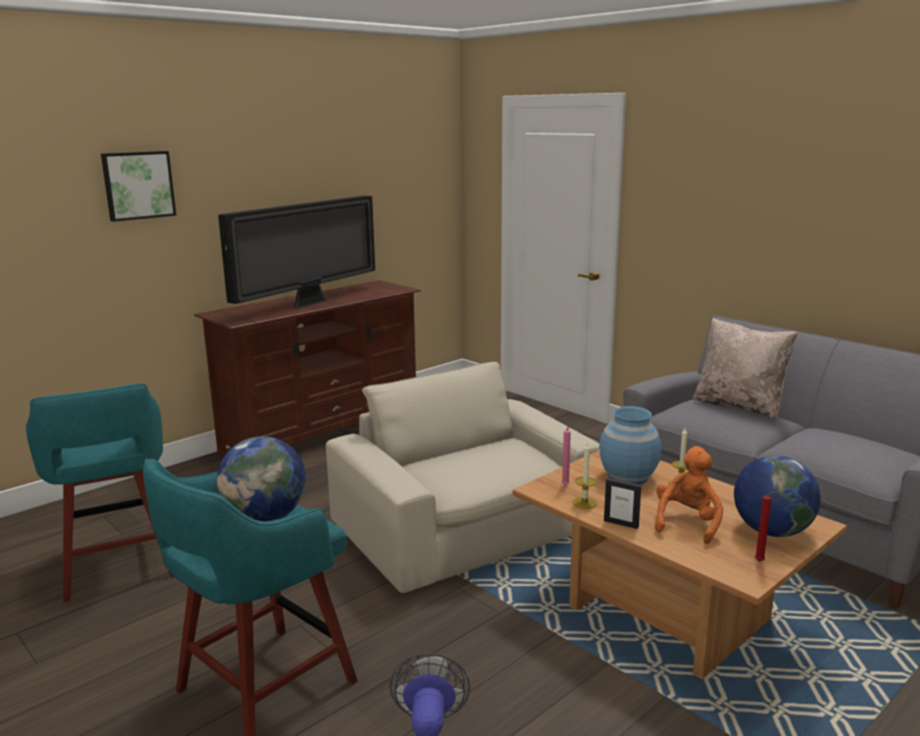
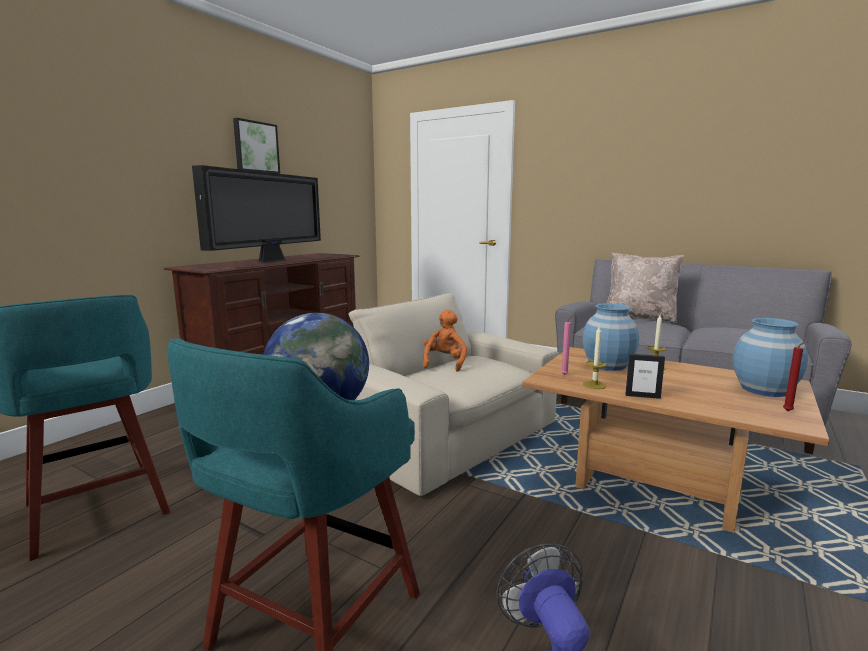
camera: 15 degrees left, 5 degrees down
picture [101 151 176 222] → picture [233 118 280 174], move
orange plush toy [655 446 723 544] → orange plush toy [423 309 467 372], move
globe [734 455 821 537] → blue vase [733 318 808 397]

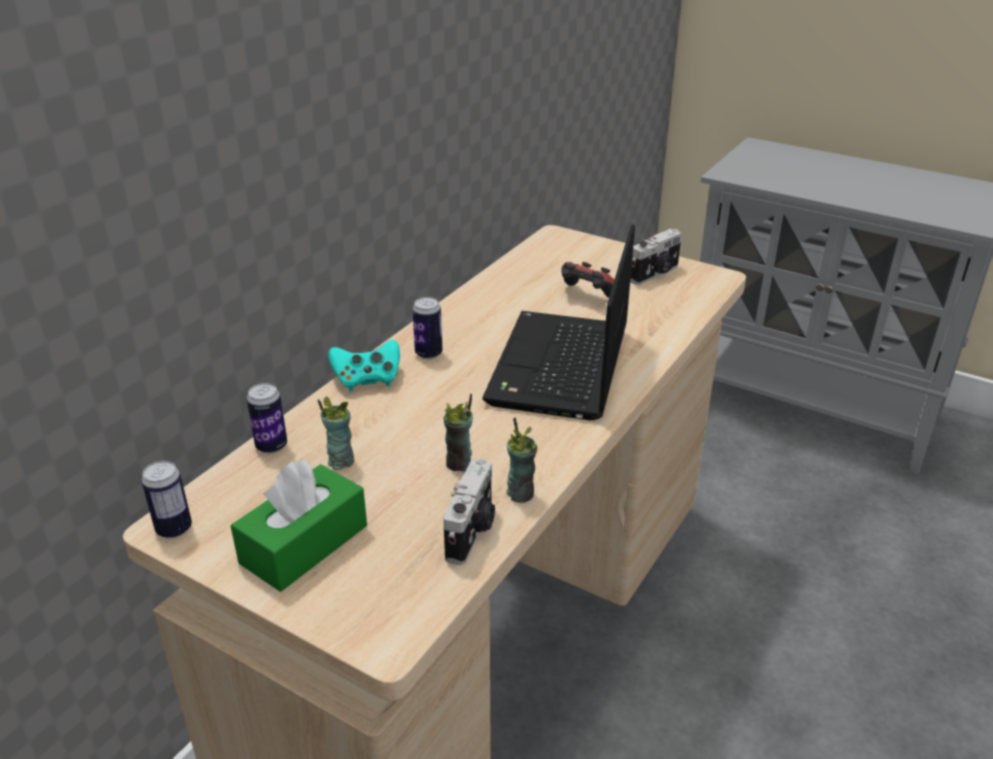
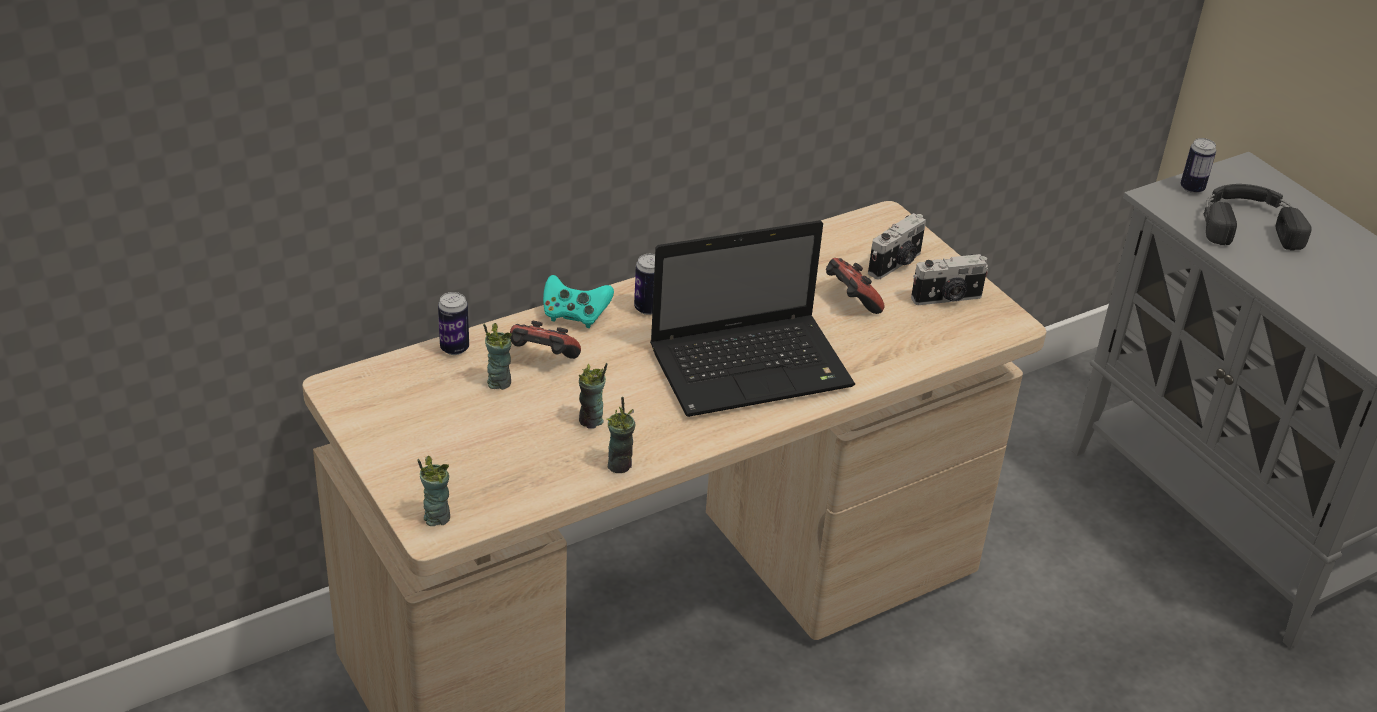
camera: 25 degrees right, 5 degrees up
- → cup [417 456 450 526]
- → game controller [510 321 581 359]
laptop [482 224 635 420] → laptop [650 220 855 417], 150 degrees counterclockwise
photo camera [443 458 495 565] → photo camera [868 213 926 279], move
can [141 461 192 538] → can [1181 138 1216 194], move
- → black headphones [1204 184 1312 251]
green tissue box [231 460 367 592] → -

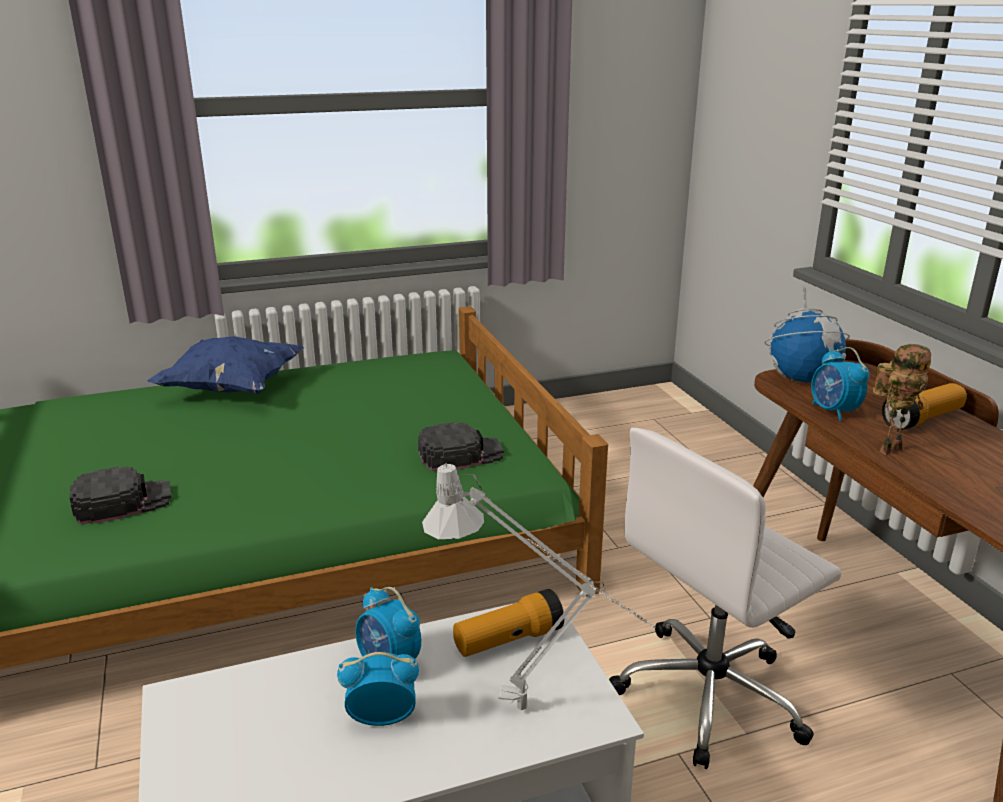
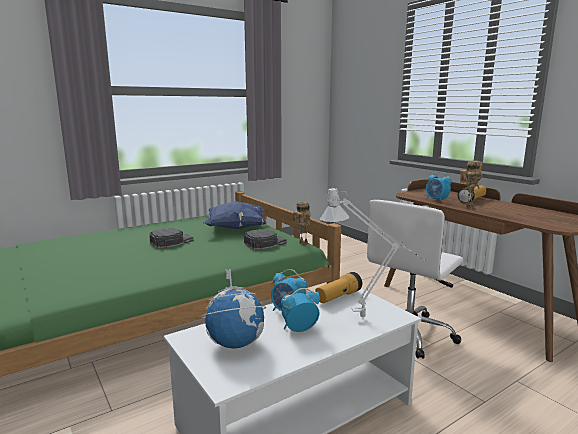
camera: 15 degrees left, 10 degrees down
black cap [69 466 172 525] → black cap [150 228 193 248], move
globe [764 286 850 383] → globe [200 269 266 349], move
blue pillow [148 336 304 394] → blue pillow [203 201 268 229], move
- → toy robot [293 202 314 245]

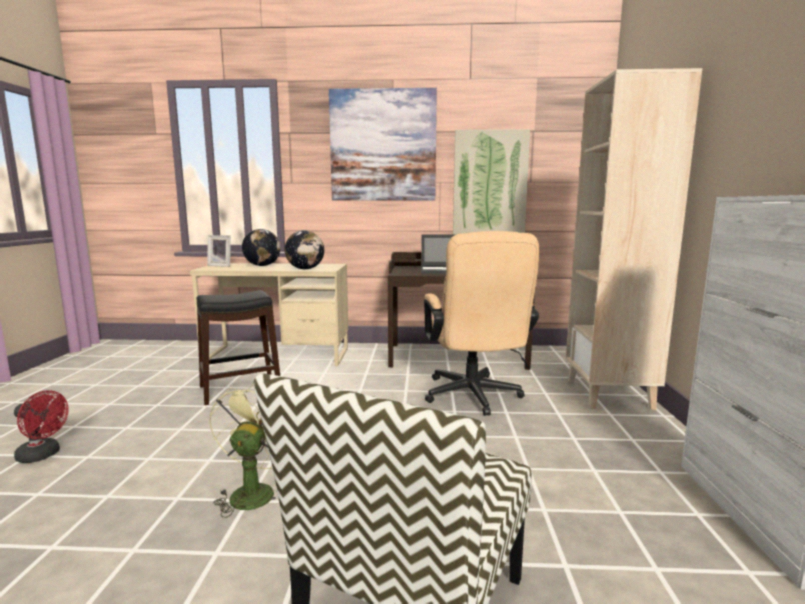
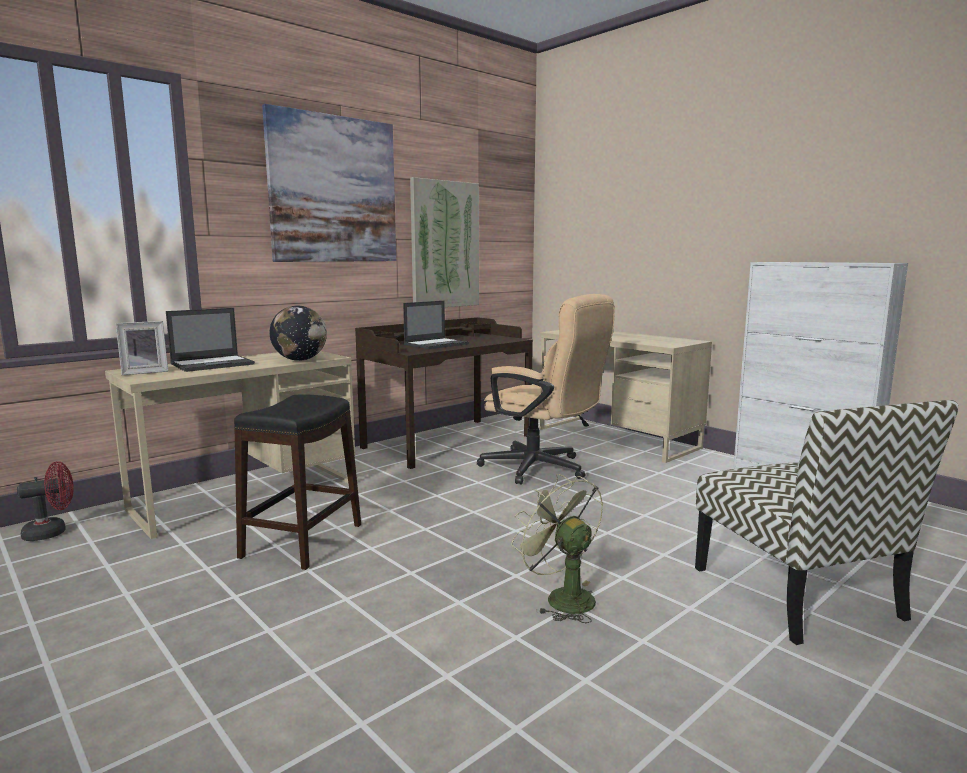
camera: 45 degrees left, 0 degrees up
red fan [14 390 69 463] → red fan [17 461 74 541], move
globe [242 229 280 266] → laptop [166 308 255 372]
beige bookcase [566 68 702 410] → beige desk [540 330 712 463]

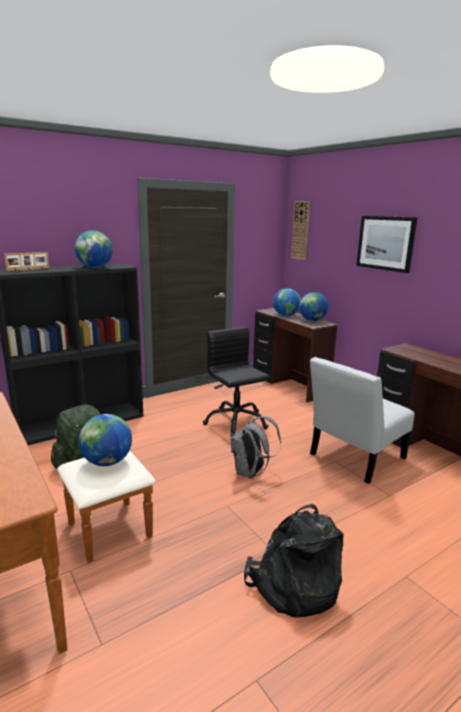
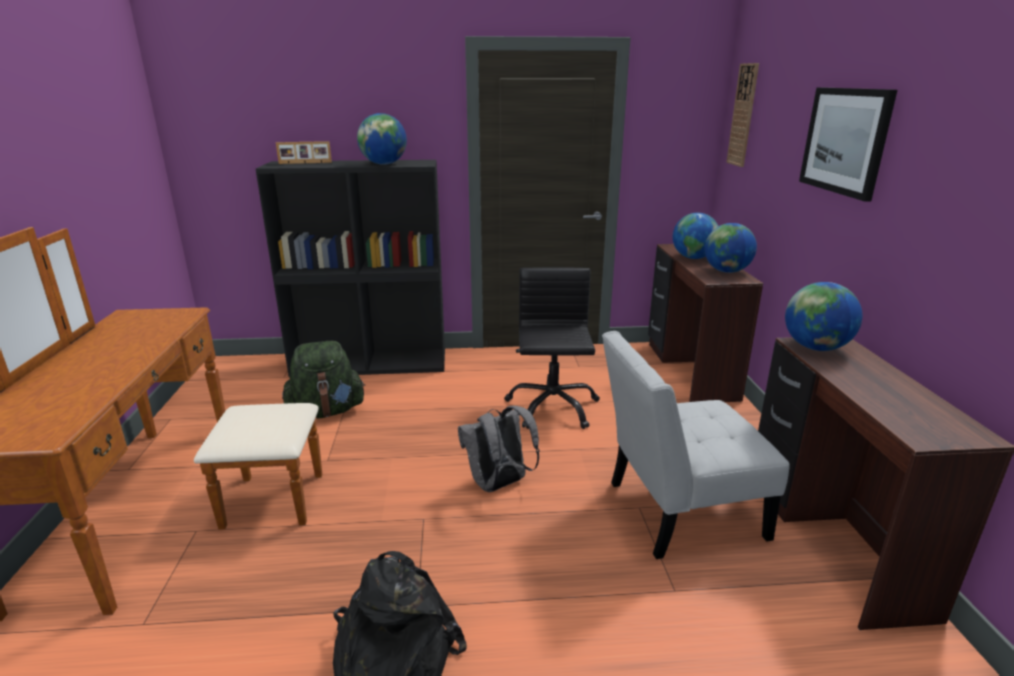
camera: 30 degrees right, 5 degrees up
globe [79 414 132 466] → globe [785 282 862 351], move

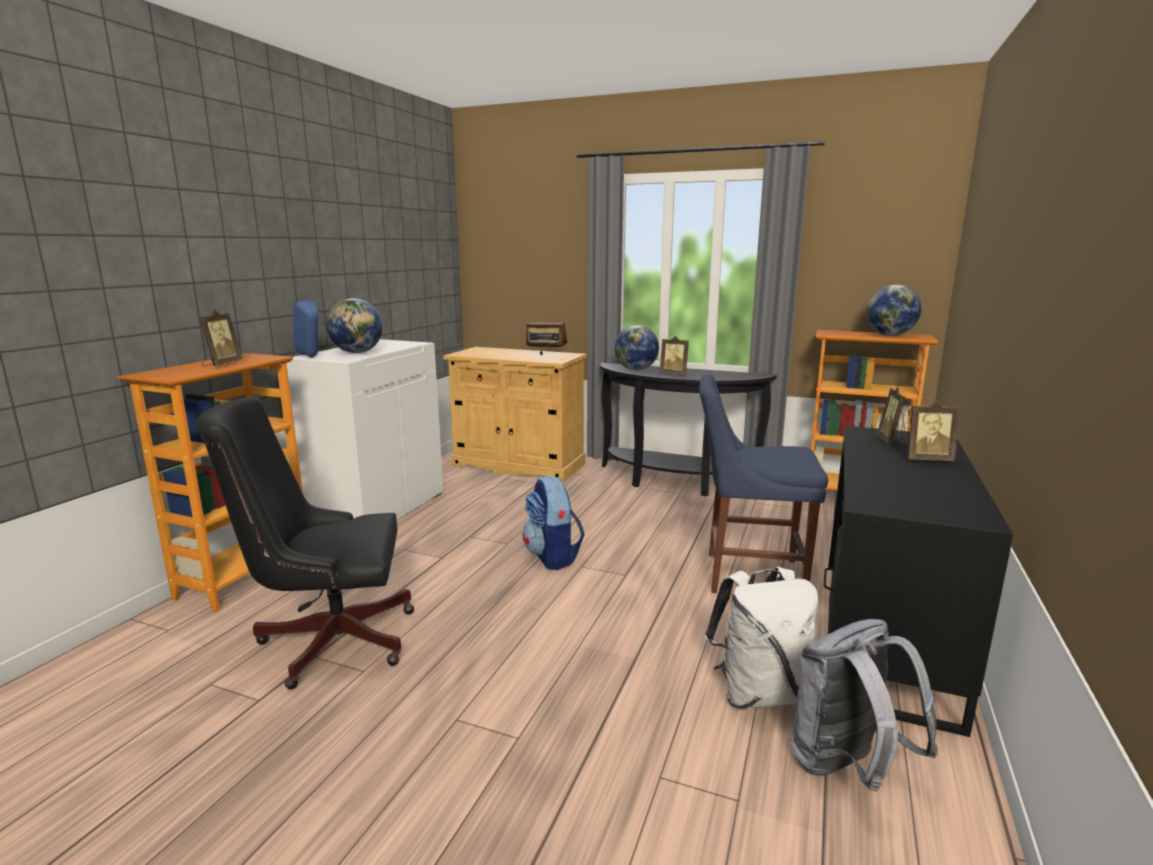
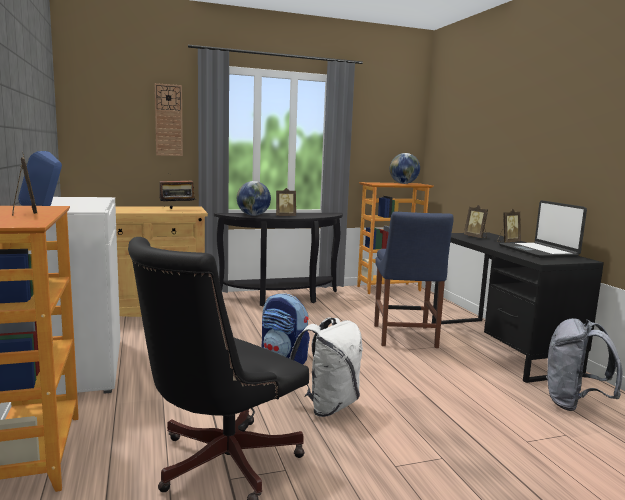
camera: 40 degrees left, 5 degrees down
- → wall clock [155 83 183 156]
white backpack [705 567 818 709] → white backpack [289 317 363 417], move
blue chair [699 374 828 593] → blue chair [374 211 454 348], 60 degrees counterclockwise
- → laptop [499 200 587 258]
globe [326 298 383 353] → -

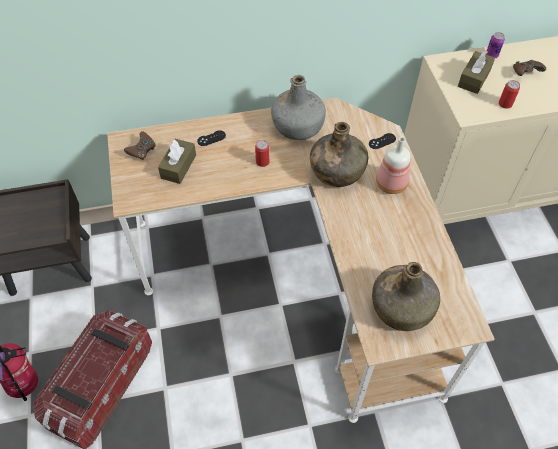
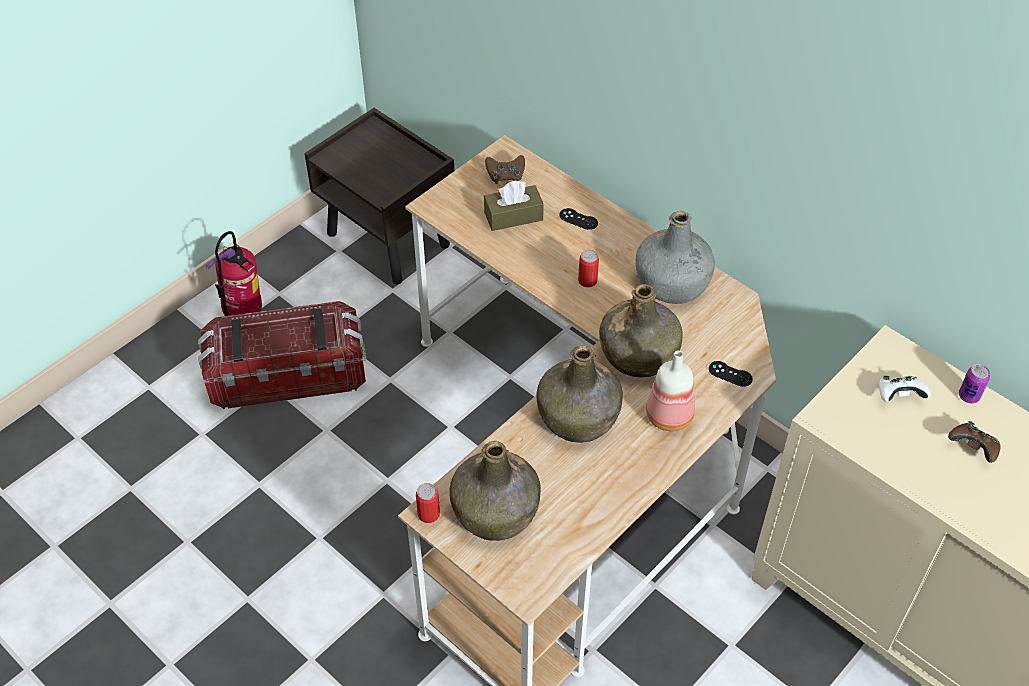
camera: 55 degrees right, 5 degrees down
can [499 80 520 109] → can [416 483 440 523], move
- → green bottle [536 345 623 443]
brown tissue box [458 50 495 94] → white game controller [879 376 931 402]

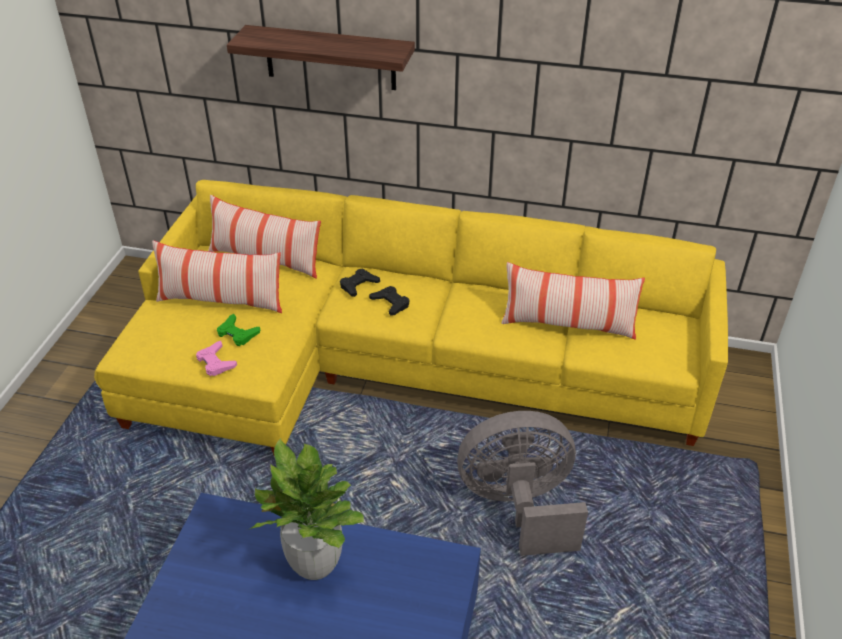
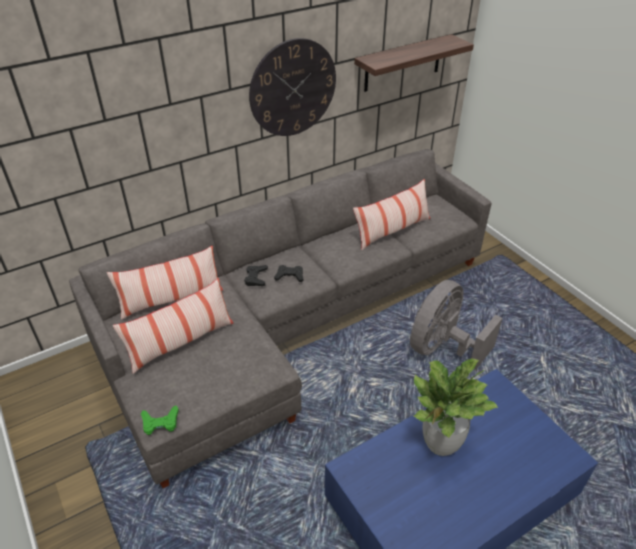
camera: 45 degrees left, 0 degrees up
yellow sofa [94 180 728 457] → grey sofa [69 149 492 488]
green game controller [217 314 260 346] → green game controller [141 405 179 435], move
- → wall clock [249 38 336 136]
shelf [227 25 415 90] → shelf [354 34 474 92], move
pink game controller [196 341 237 376] → -

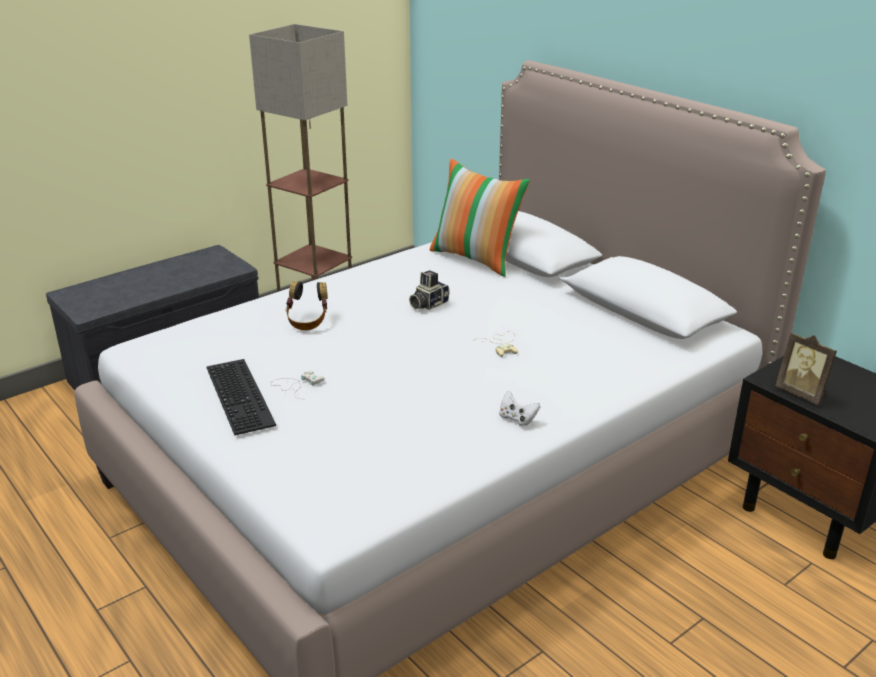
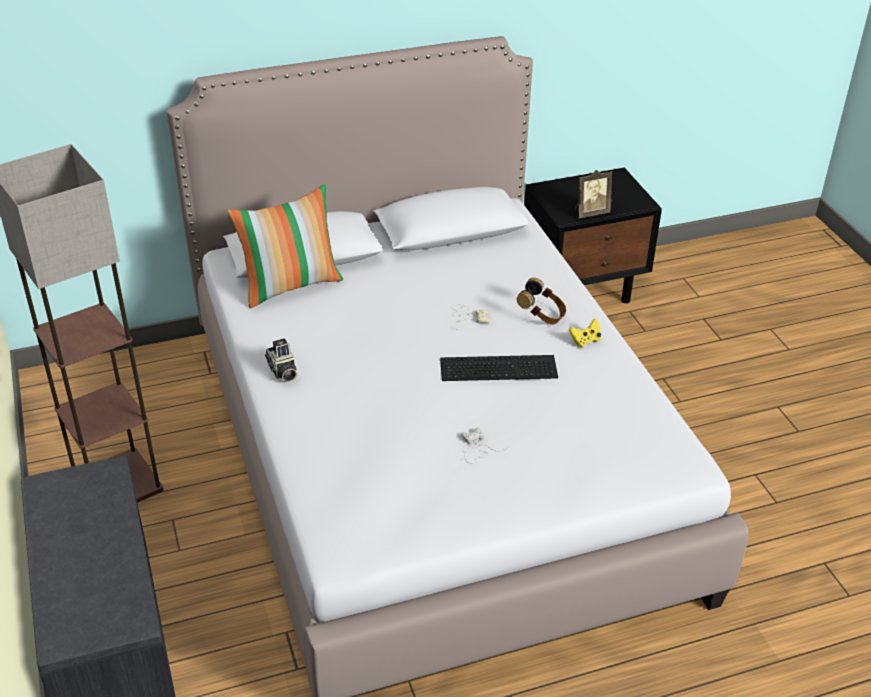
camera: 70 degrees left, 10 degrees up
photo camera [409 270 449 310] → photo camera [265 338 297 382], move
keyboard [206 359 276 436] → keyboard [440 355 558 381], move
headphones [286 281 328 330] → headphones [517 278 566 325], move
white game controller [499 391 540 427] → yellow game controller [569 319 601 347]

